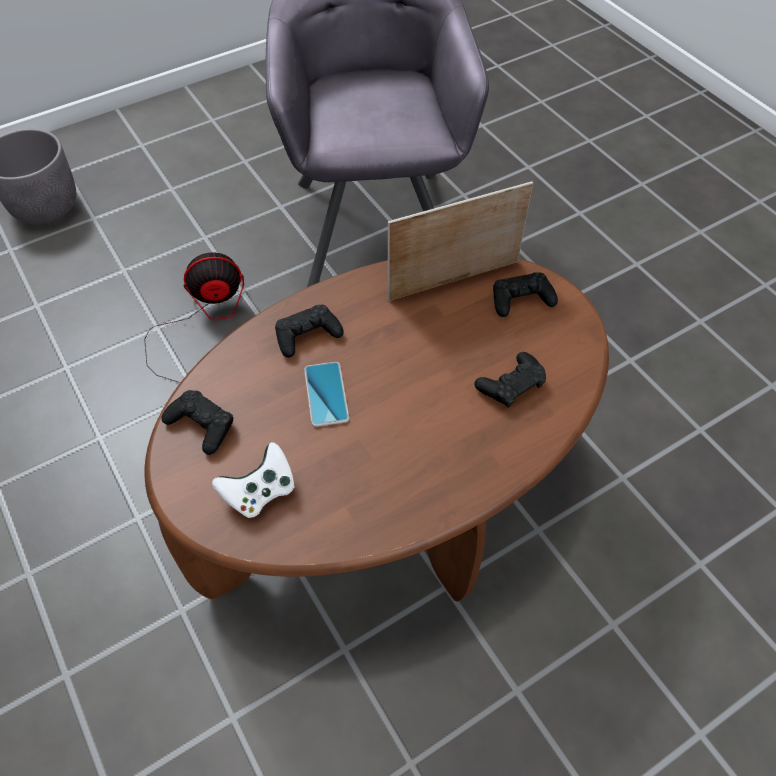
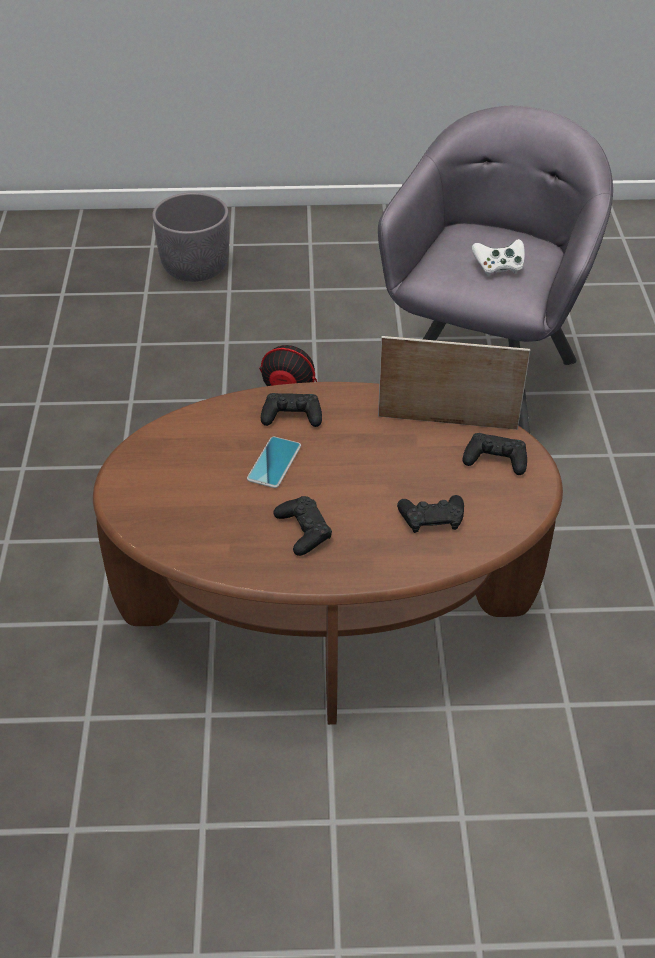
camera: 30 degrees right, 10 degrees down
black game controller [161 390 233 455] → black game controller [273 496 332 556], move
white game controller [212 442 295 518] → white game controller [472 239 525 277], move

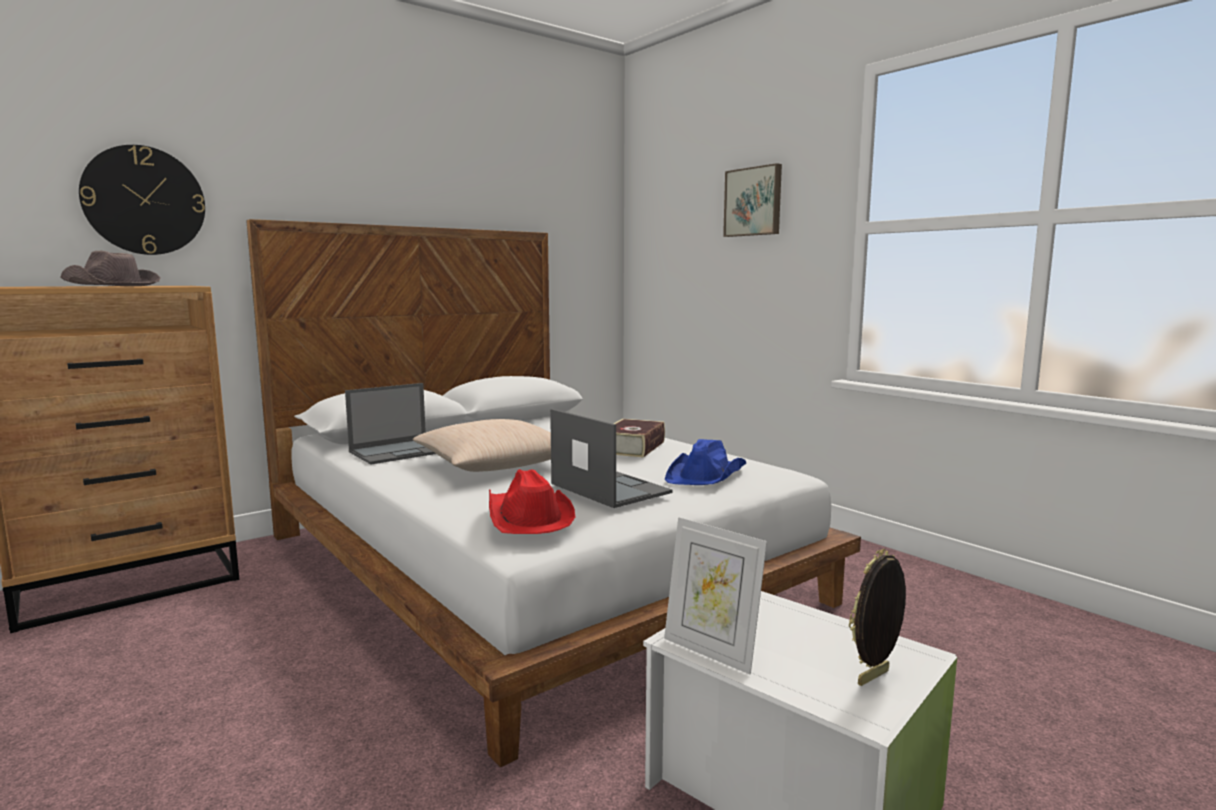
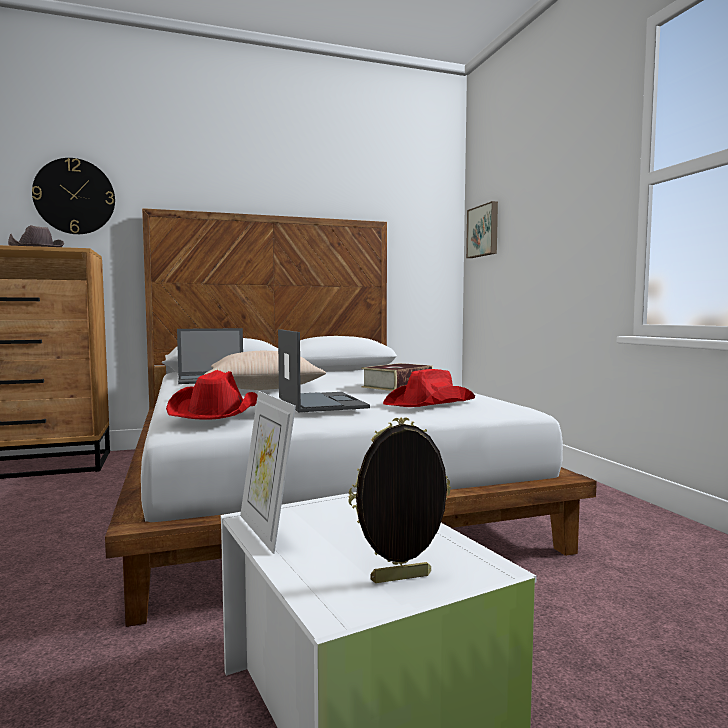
camera: 20 degrees right, 5 degrees down
blue hat [665 439 746 485] → red hat [383 369 475 407]
picture [723 163 782 237] → picture [466 201 498 258], move

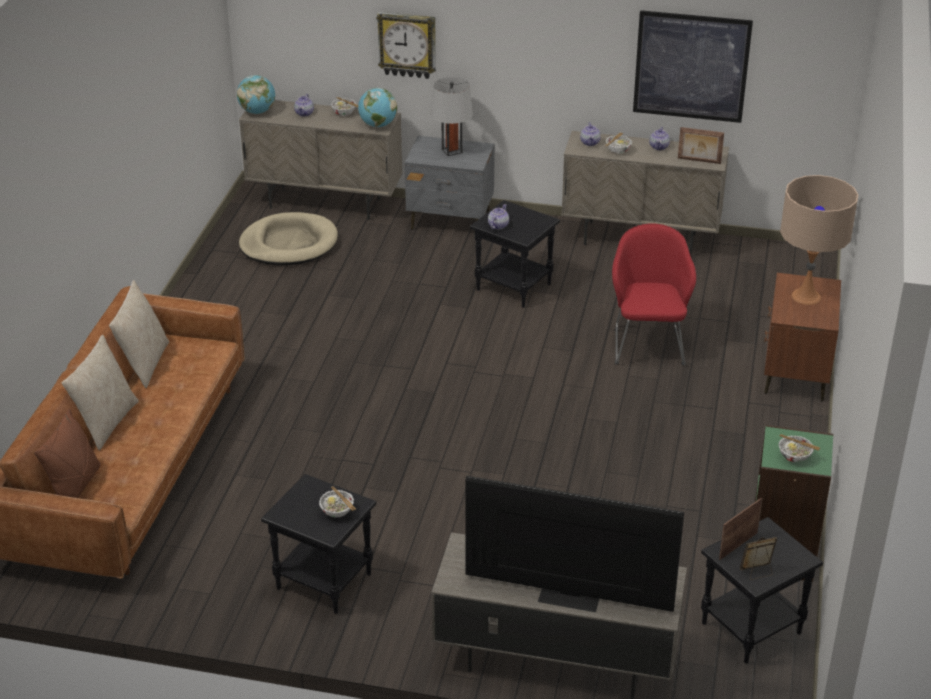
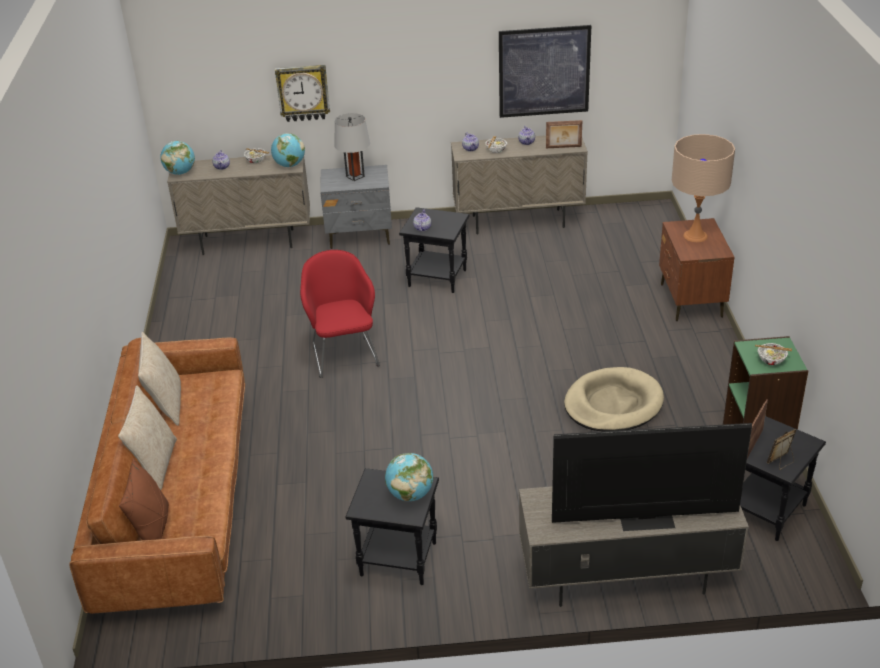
camera: 15 degrees left, 0 degrees up
red armchair [612 223 696 365] → red armchair [300 250 380 378], move
bowl [319 486 356 517] → globe [385 453 433 501]
beige dog bed [239 212 338 266] → beige dog bed [564 367 664 432], move

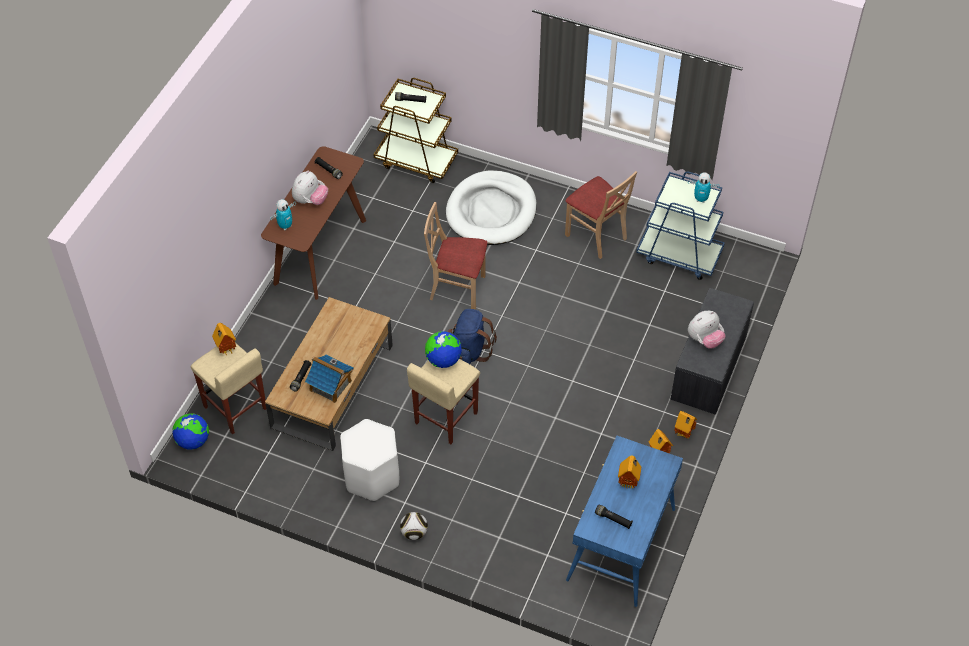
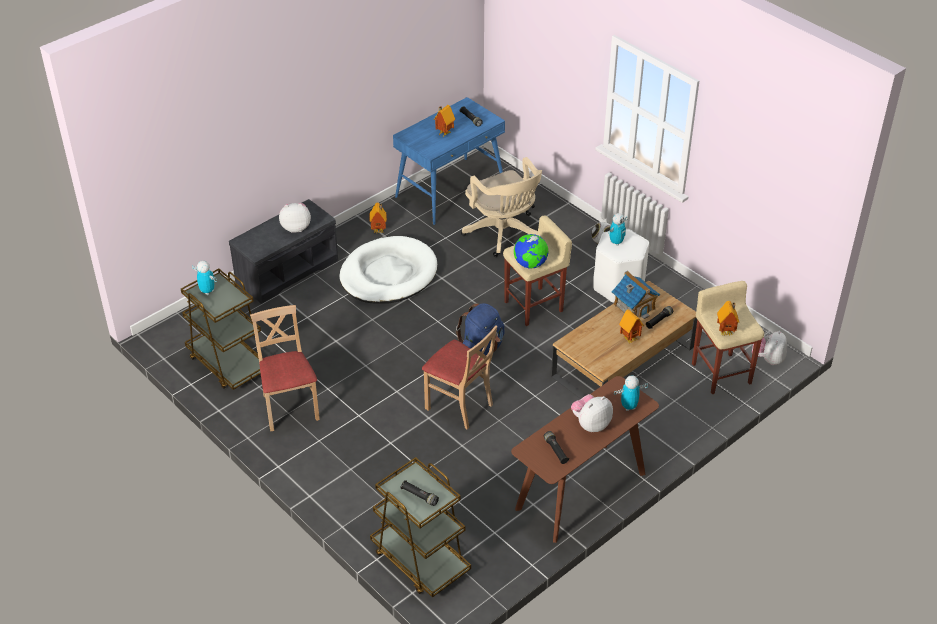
camera: 155 degrees left, 10 degrees down
blue cart [636 171 725 280] → brown cart [181 268 261 390]
white dog bed [446 170 536 245] → white dog bed [339 236 437 304], move
- → beige office chair [461 157 542 257]
- → toy robot [608 213 628 246]
toy house [674 411 697 439] → toy house [619 309 644 343], move
globe [172 414 209 450] → plush toy [752 331 787 365]

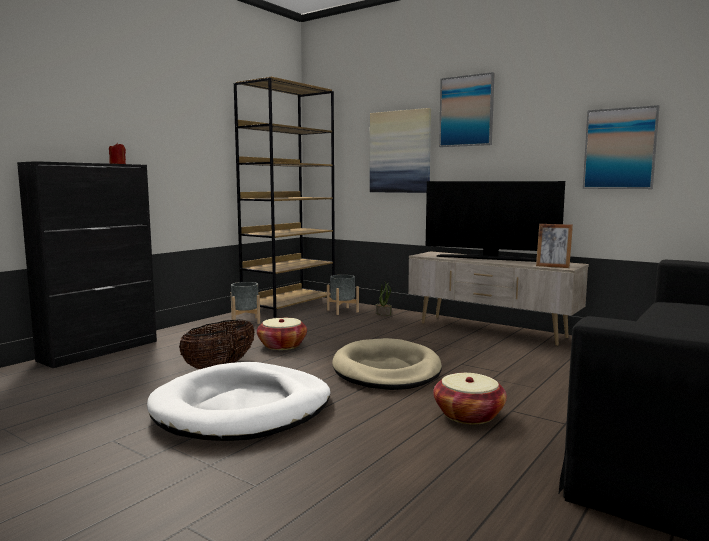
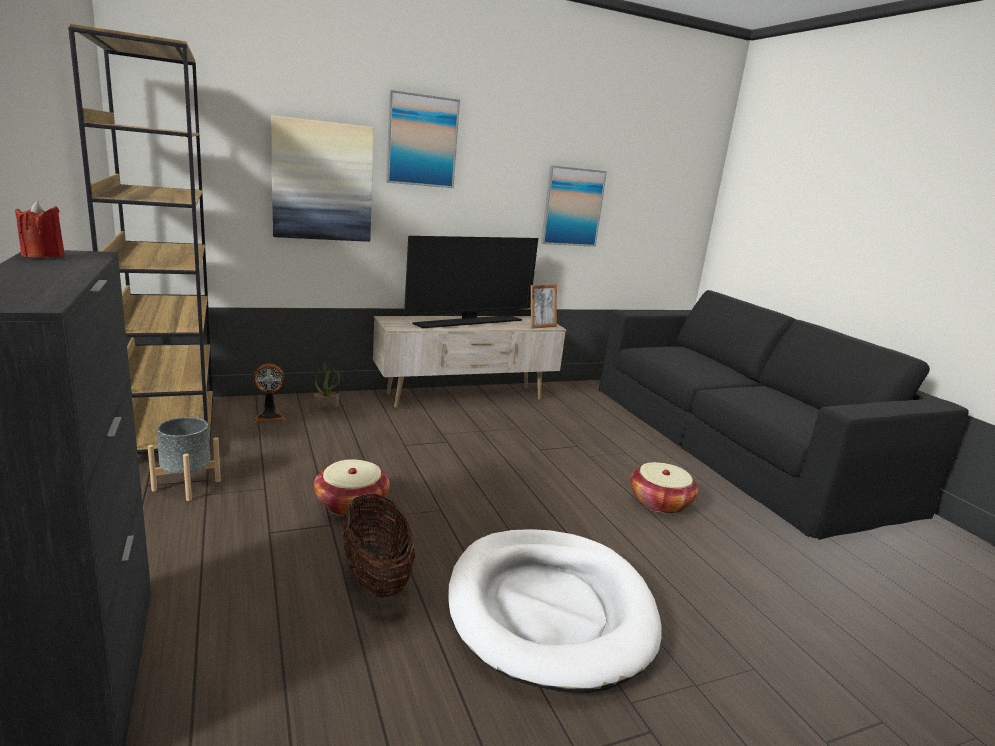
camera: 60 degrees left, 10 degrees up
grey planter [327 275 359 315] → fan [253 364 286 422]
beige dog bed [332 338 442 390] → -

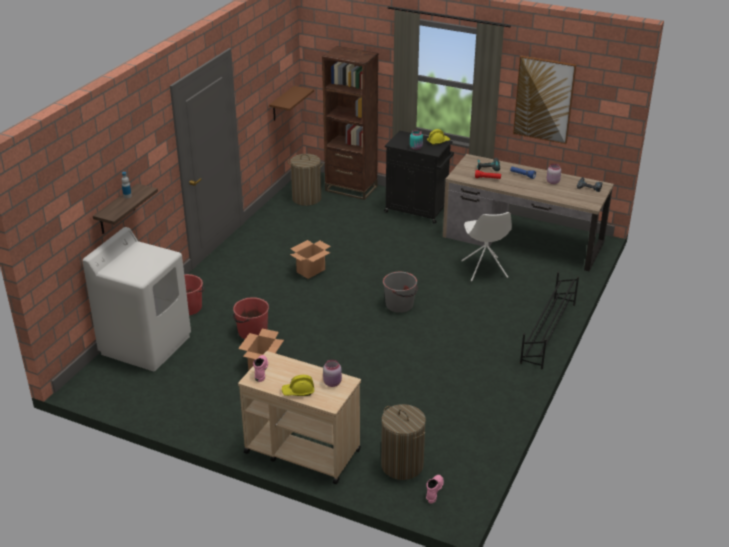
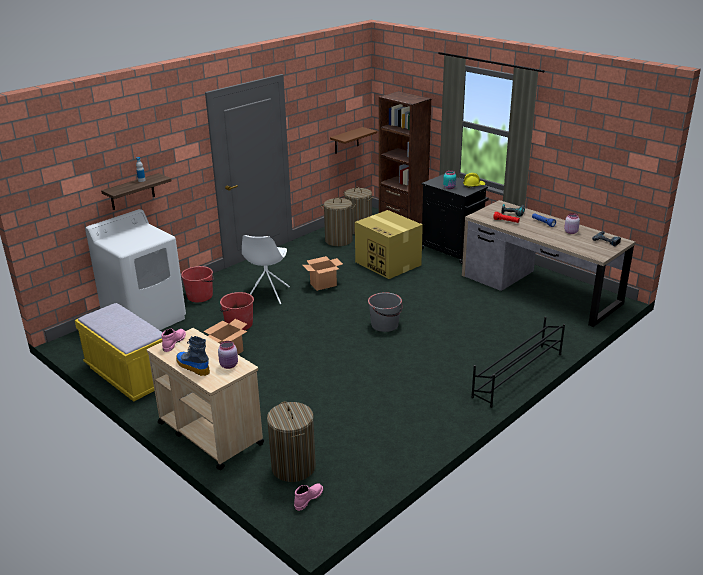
camera: 20 degrees right, 5 degrees down
- → yellow bench [75 303 163 402]
yellow hard hat [282 375 314 396] → boot [176 336 210 376]
white chair [461 212 512 281] → white chair [242 235 290 304], move
- → laundry basket [320 197 356 246]
- → cardboard box [355 210 423 279]
picture [513 56 576 144] → -

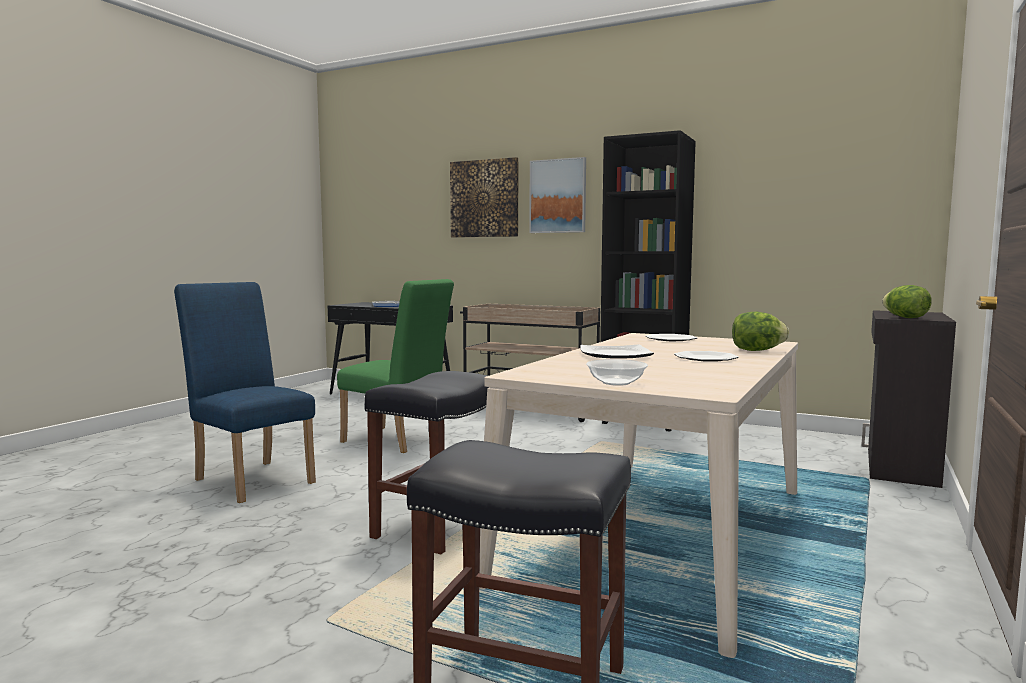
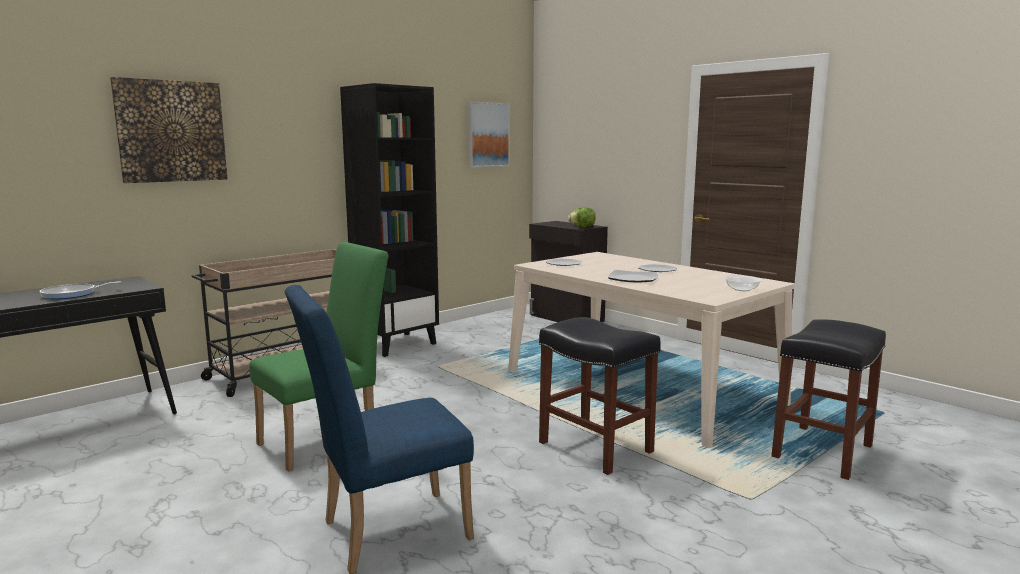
camera: 70 degrees left, 5 degrees up
picture [529 157 586 233] → picture [468 101 510 167], move
lettuce [732 312 789 351] → -

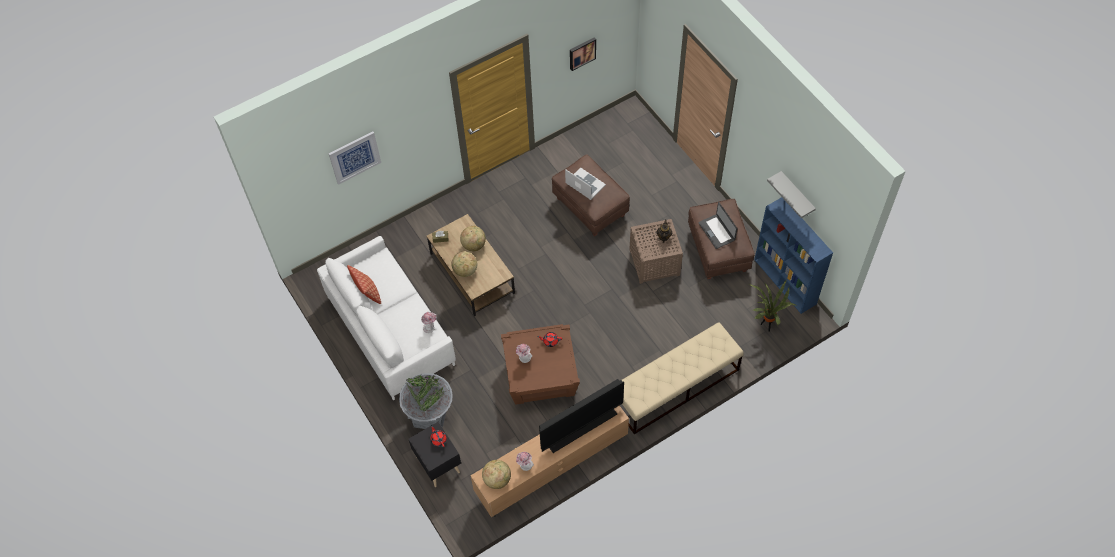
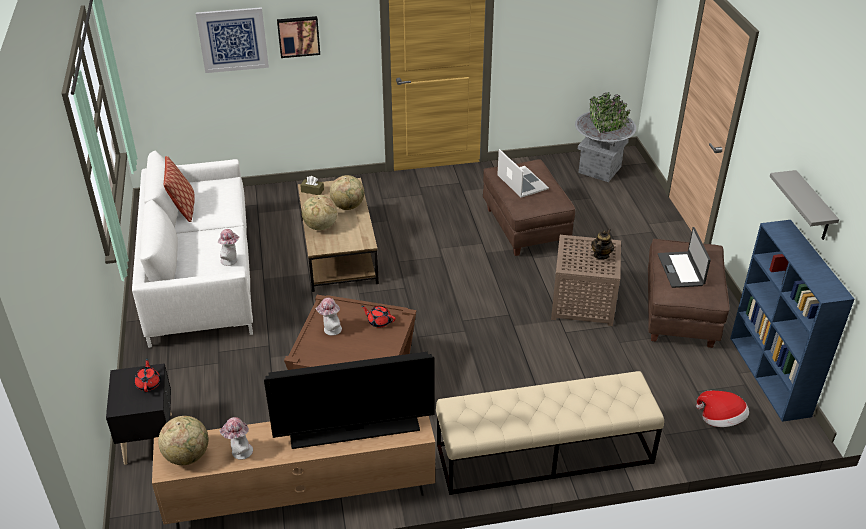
camera: 20 degrees right, 20 degrees down
picture [570 38 596 71] → picture [277 16 320 58], move
grey planter [399 373 453 429] → grey planter [575 92 636 182], move
potted plant [748 281 796 332] → hat [696 391 749 427]

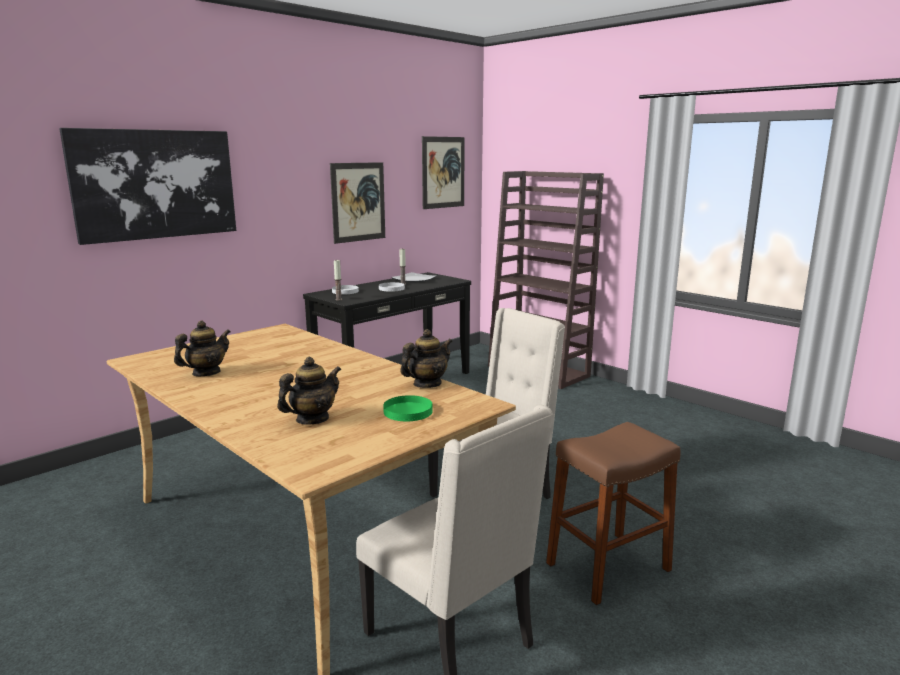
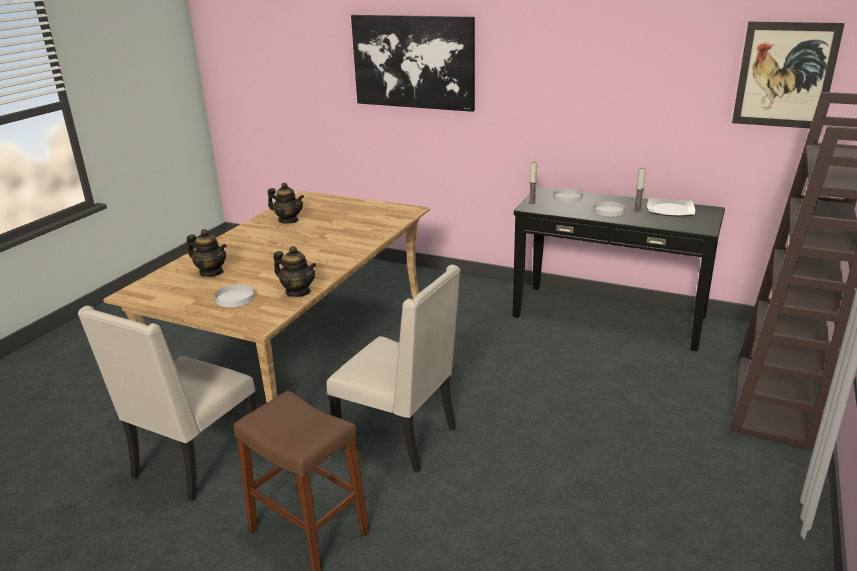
camera: 70 degrees right, 10 degrees up
green plate [383 395 433 421] → white plate [214 284 255 307]
picture [330 162 385 244] → -

